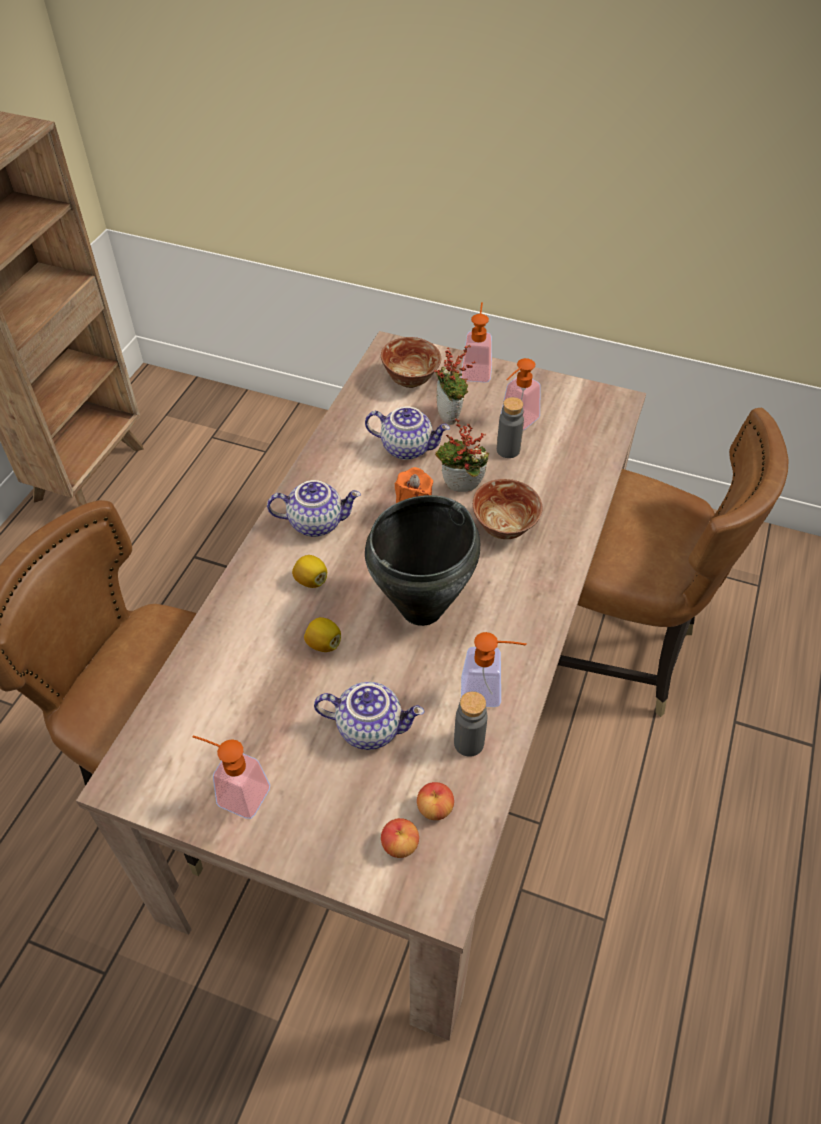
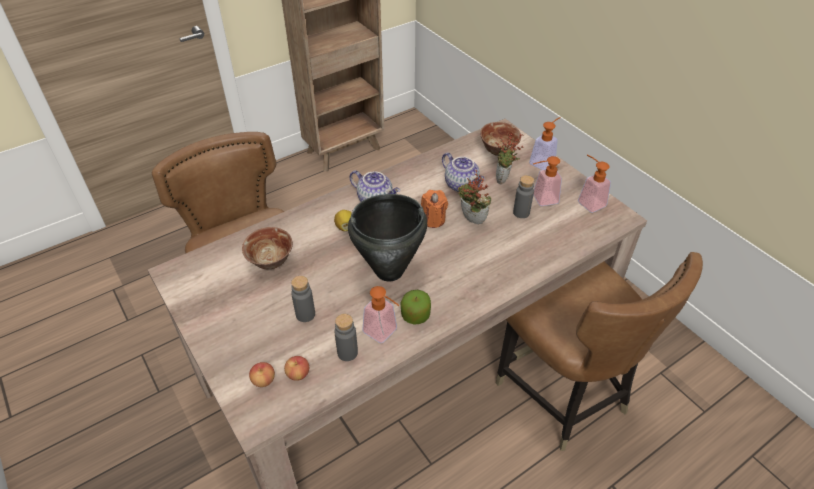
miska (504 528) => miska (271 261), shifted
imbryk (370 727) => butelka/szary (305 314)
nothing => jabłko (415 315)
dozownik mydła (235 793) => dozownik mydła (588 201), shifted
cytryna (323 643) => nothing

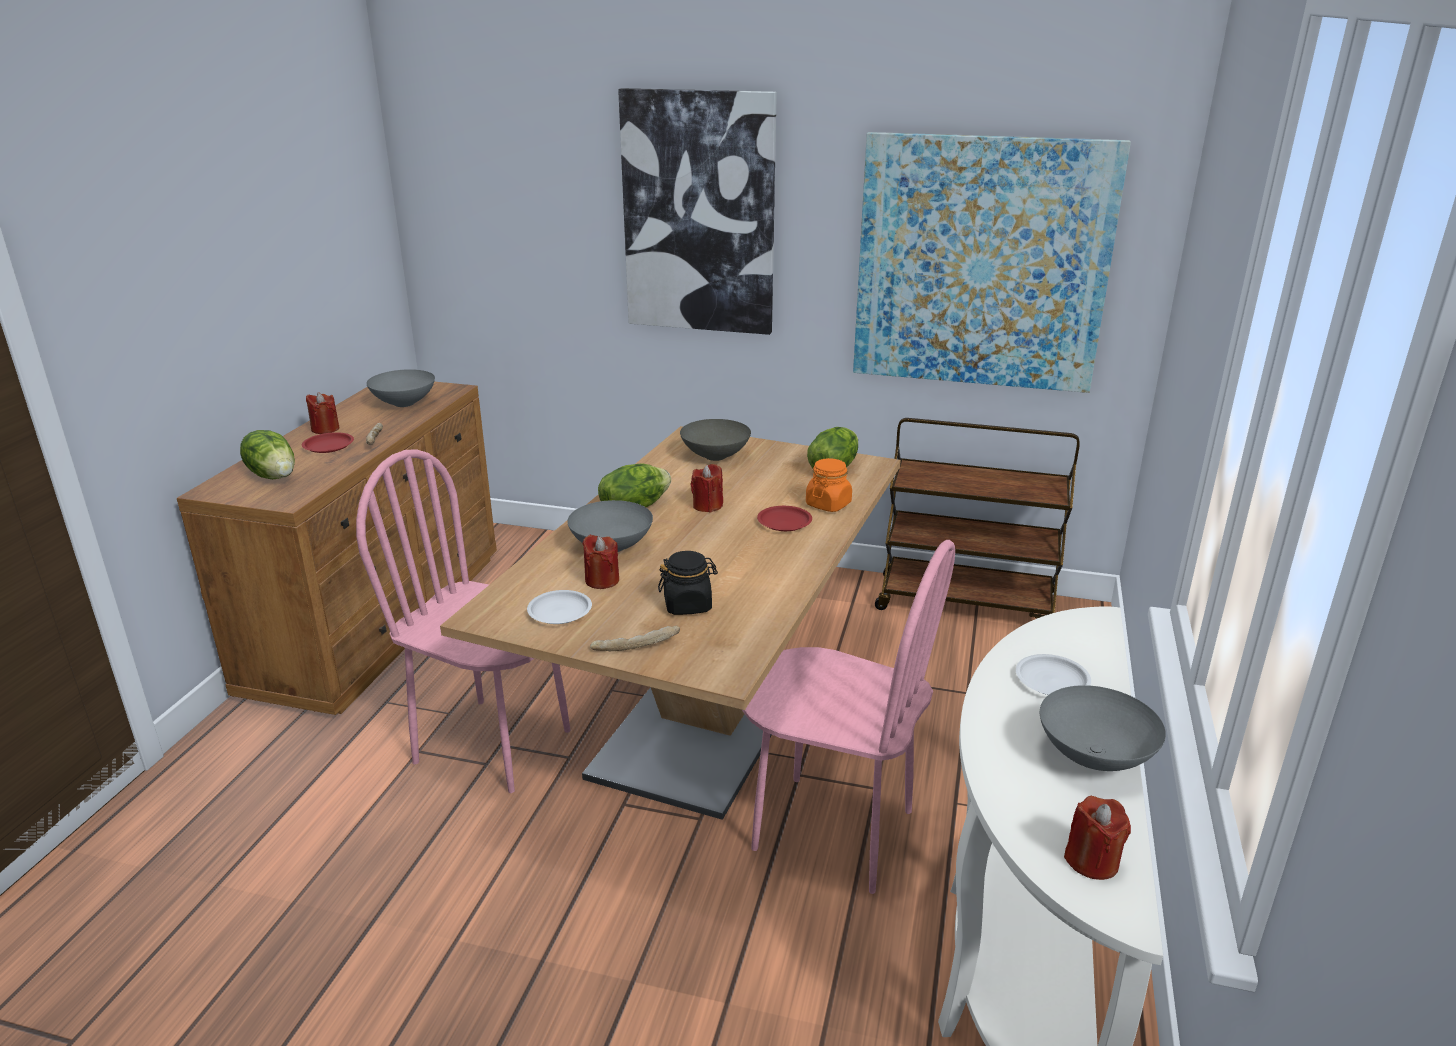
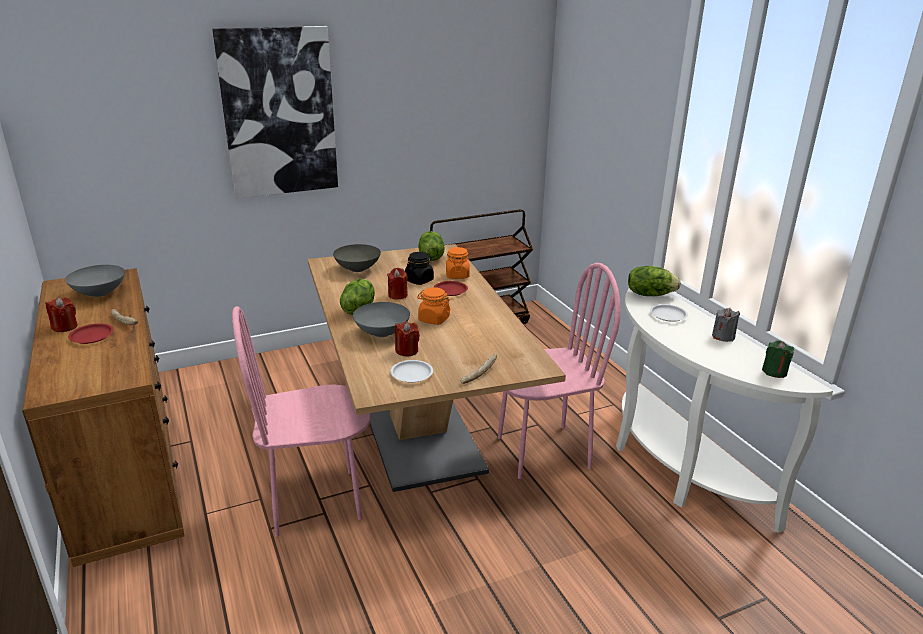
słoik/czarny (688 605) => słoik/czarny (419 280), shifted
nothing => słoik/pomarańczowy (433 319)
sałata (274 475) => sałata (650 294), shifted
miska/szary (1096 757) => świeca/szary (723 337)
świeca/czerwony (1092 861) => świeca/zielony (774 372)
obraz (981 264) => nothing

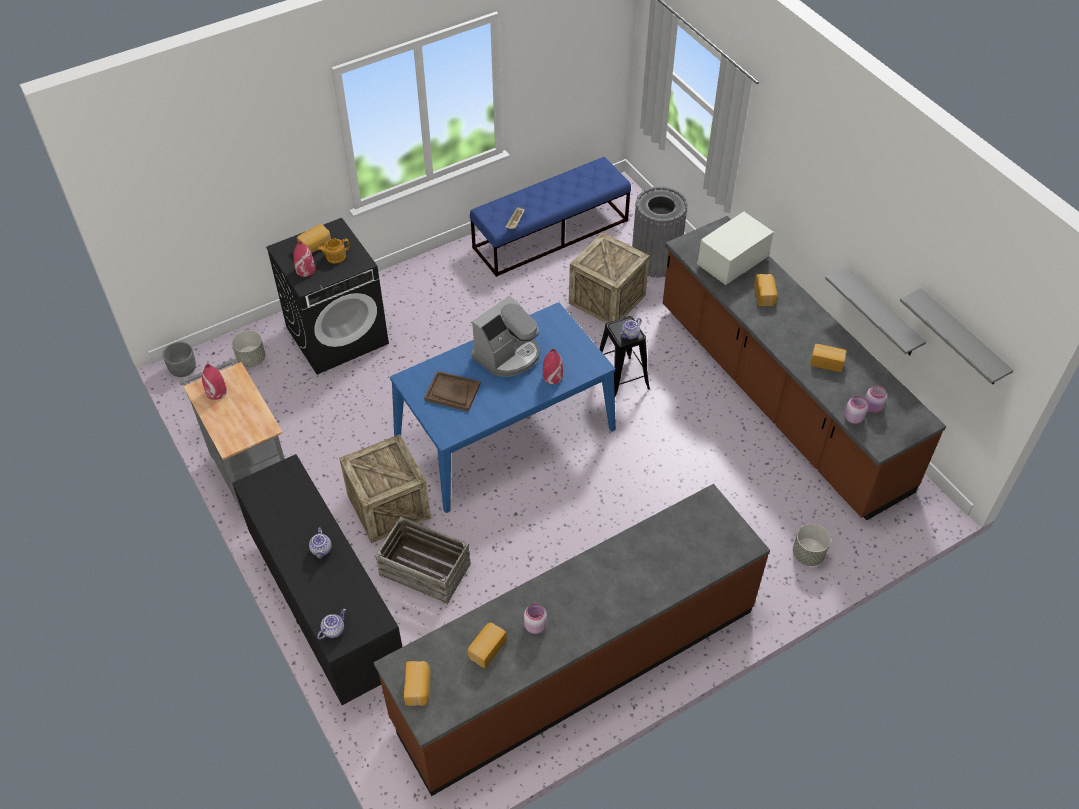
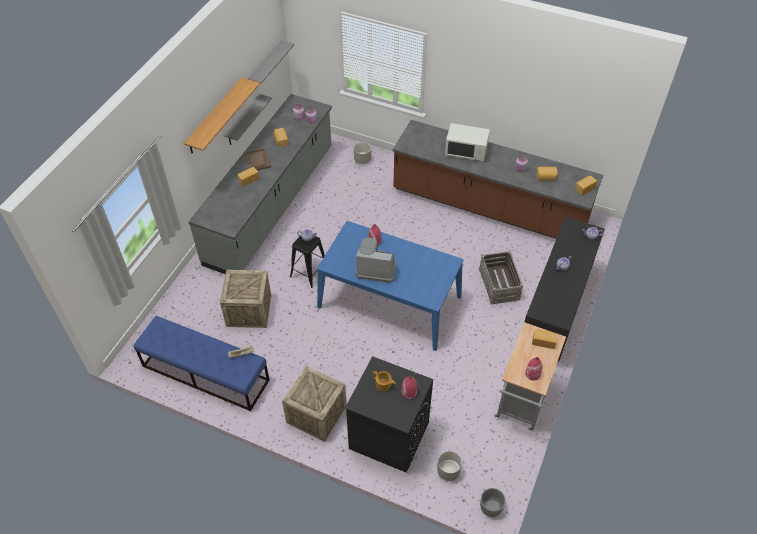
nothing => półka (215 116)
zabudowa kuchenna/brązowy (779 397) => zabudowa kuchenna/szary (271 205)
taca/brązowy (452 392) => taca/brązowy (258 160), shifted
skrzynka (388 506) => skrzynka (316 414), shifted
mikrofalówka/biały (732 263) => mikrofalówka/biały (466 151), shifted
chleb (316 245) => chleb (543 341), shifted
kosz na śmieci/szary (655 260) => nothing

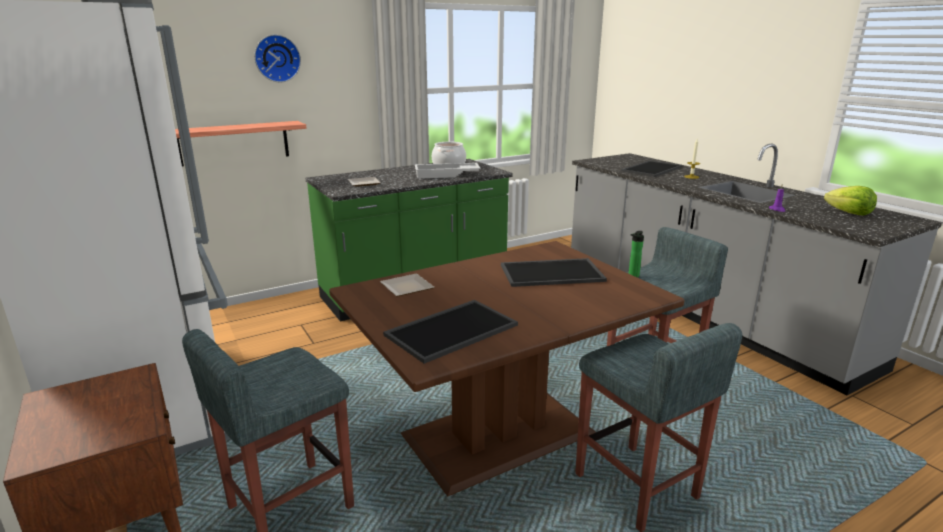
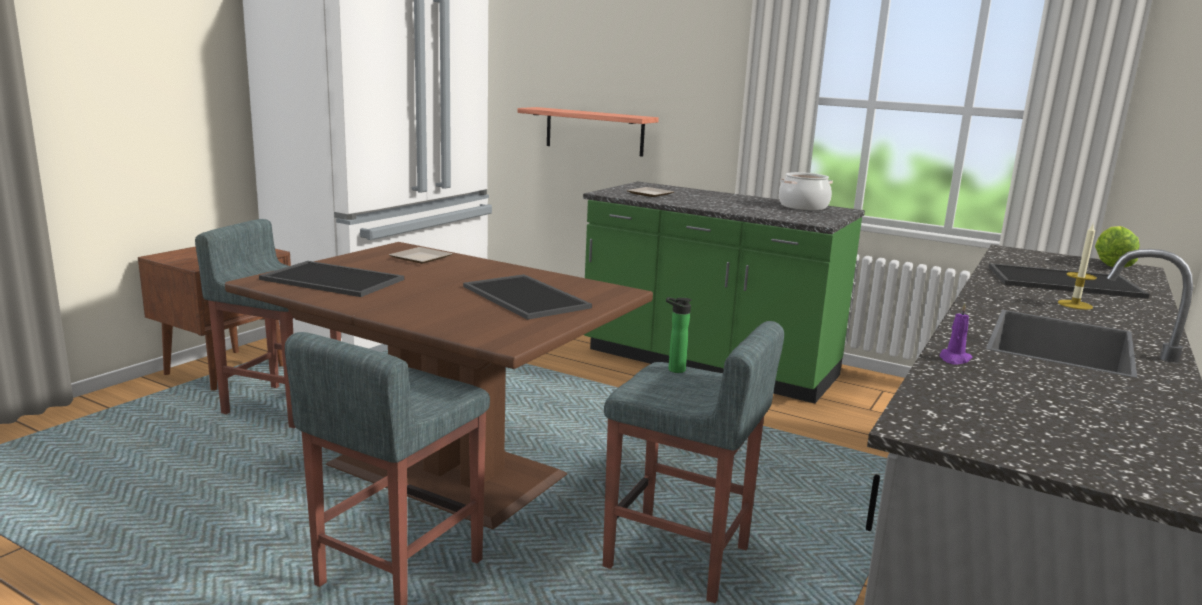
sałata (849 213) => sałata (1110 264), shifted
zegar ścienny (277 58) => nothing
taca/biały (446 175) => nothing

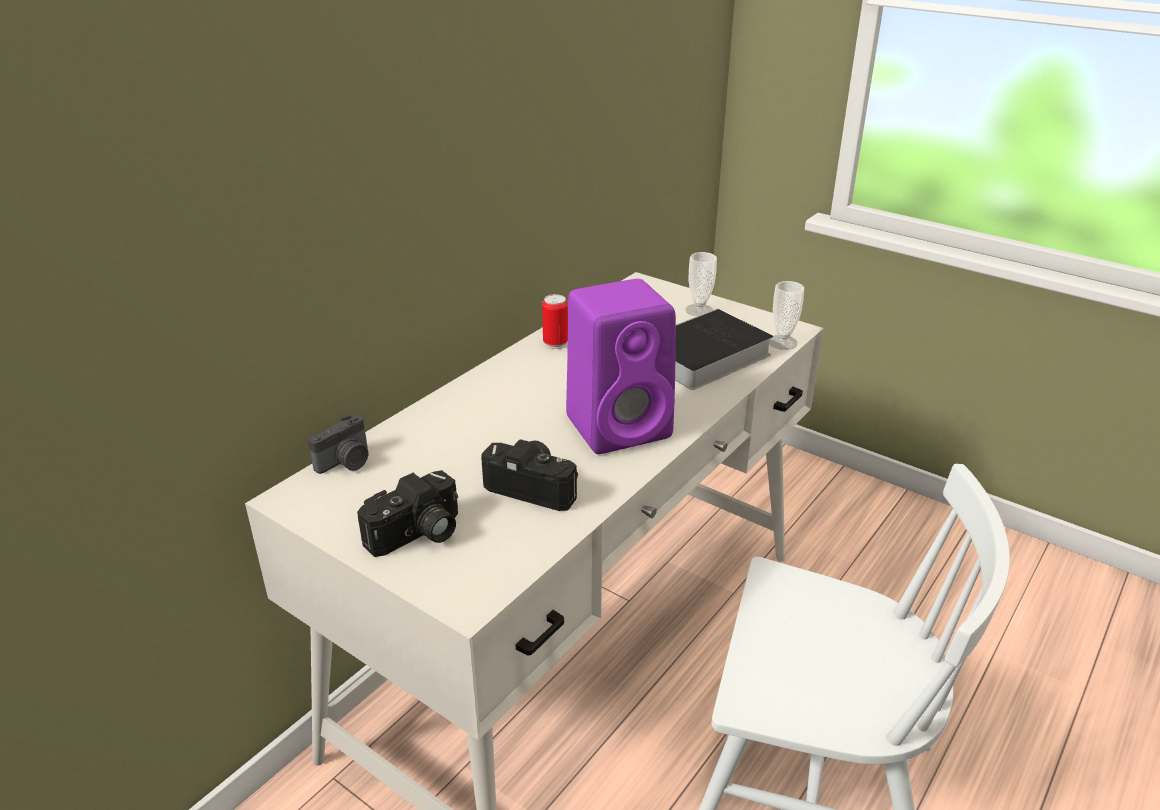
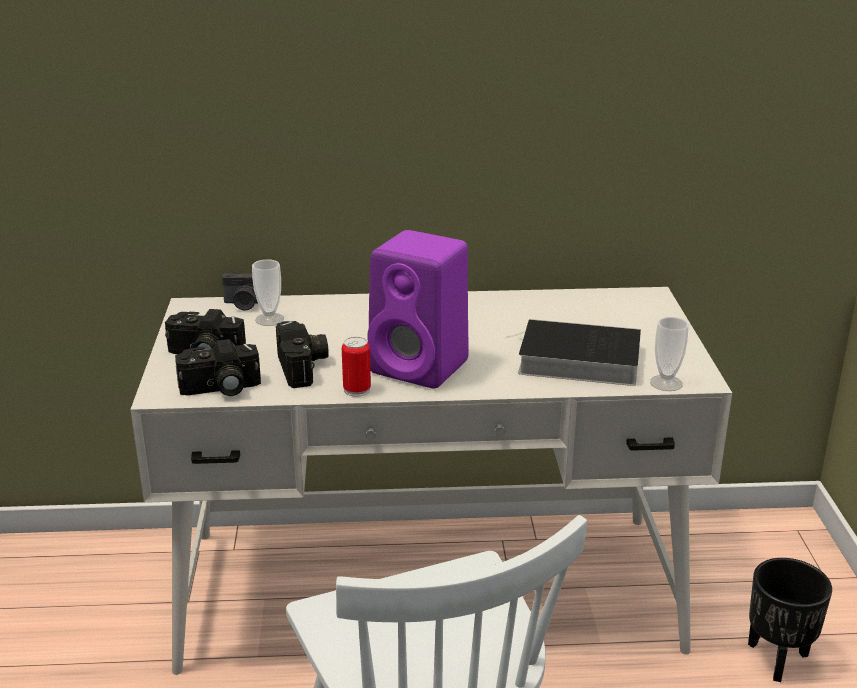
nothing => aparat fotograficzny (220 389)
filiżanka (699 310) => filiżanka (269 319), shifted
puszka (555 343) => puszka (357 390), shifted
nothing => donica/czarny (779 659)

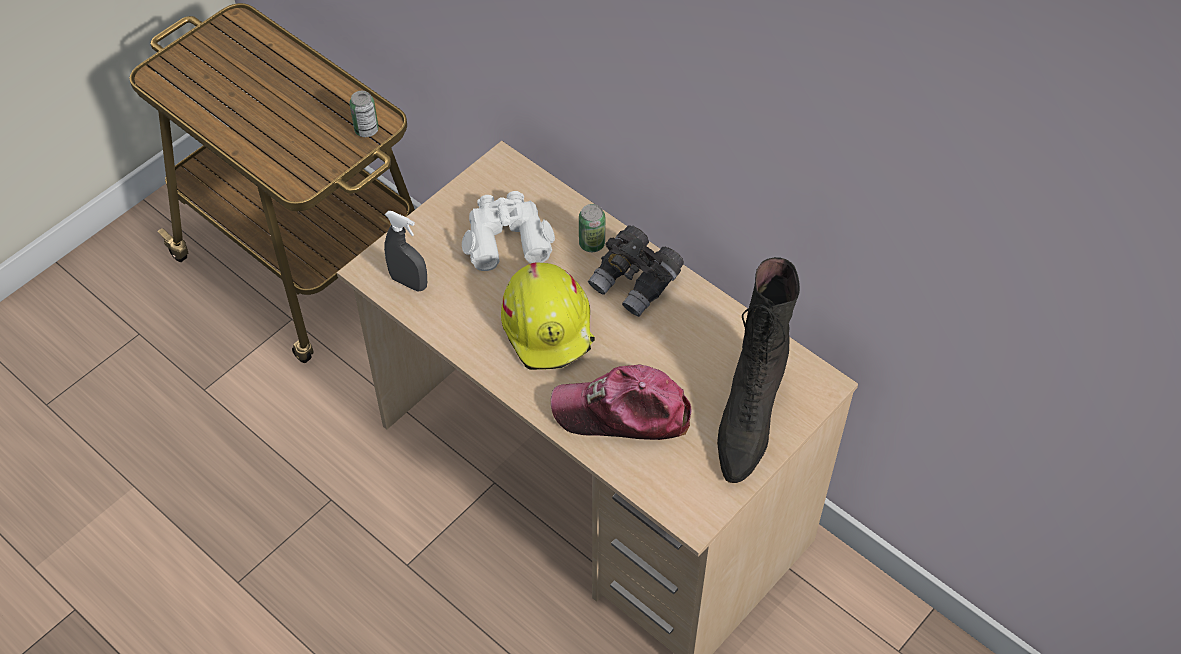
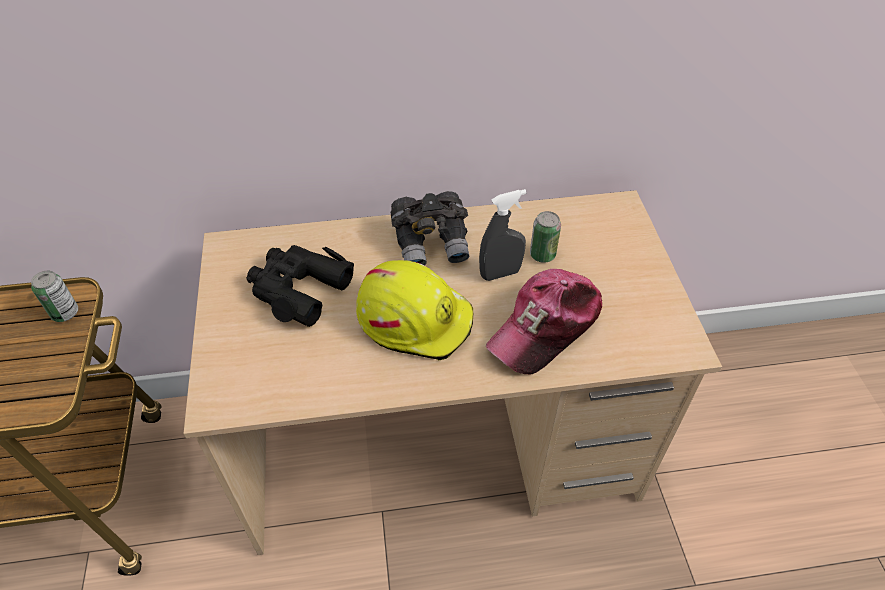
lornetka/biały (506 237) => lornetka/czarny (298 289)
spryskiwacz/szary (409 282) => spryskiwacz/szary (500 273), shifted
puszka (592 244) => puszka (542 255), shifted
but z cholewką/czarny (748 417) => nothing

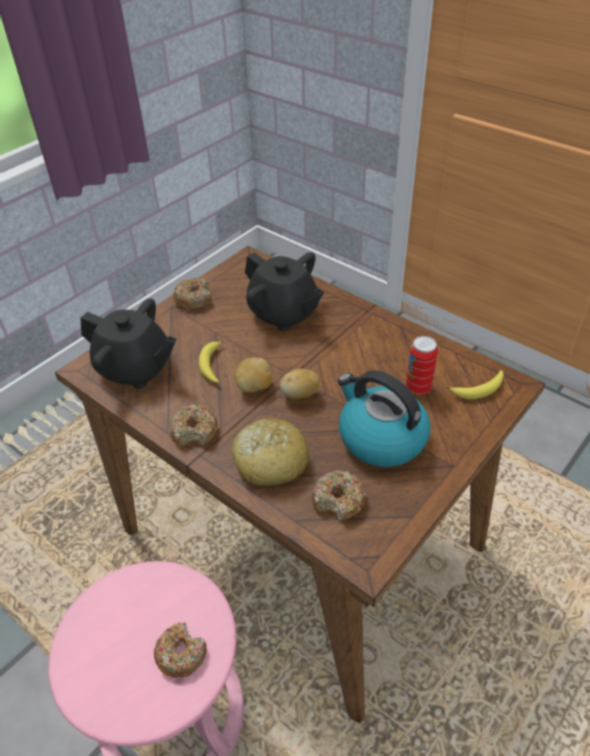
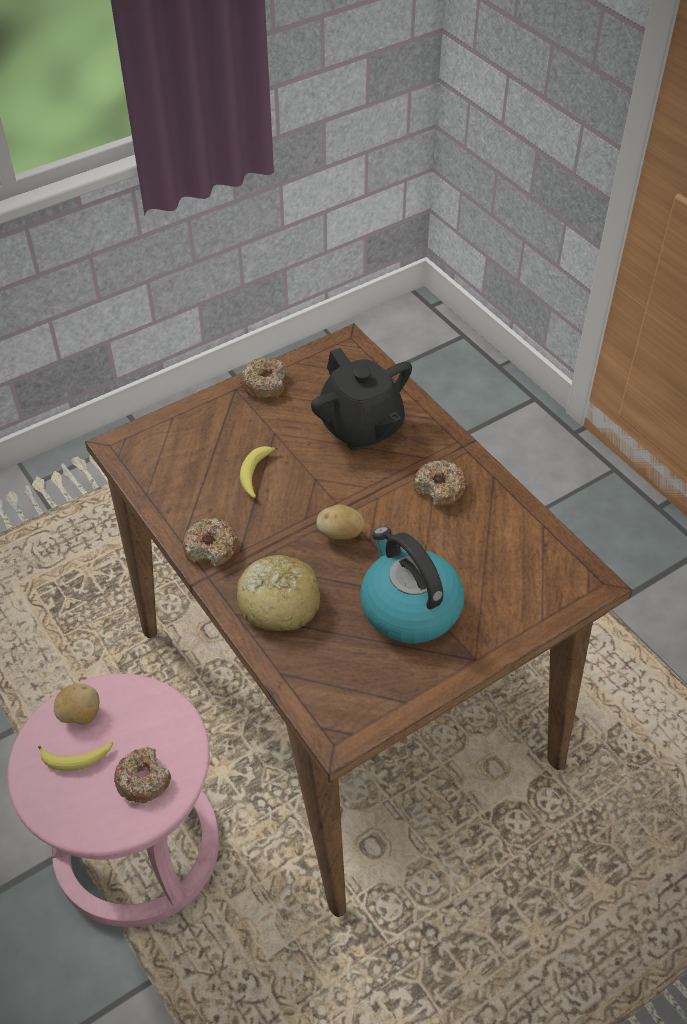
banan (479 389) => banan (76 758), shifted
ziemniak (254 387) => ziemniak (80 715), shifted
donut (338 500) => donut (439 489), shifted
imbryk/czarny (135 369) => nothing
puszka (418 387) => nothing

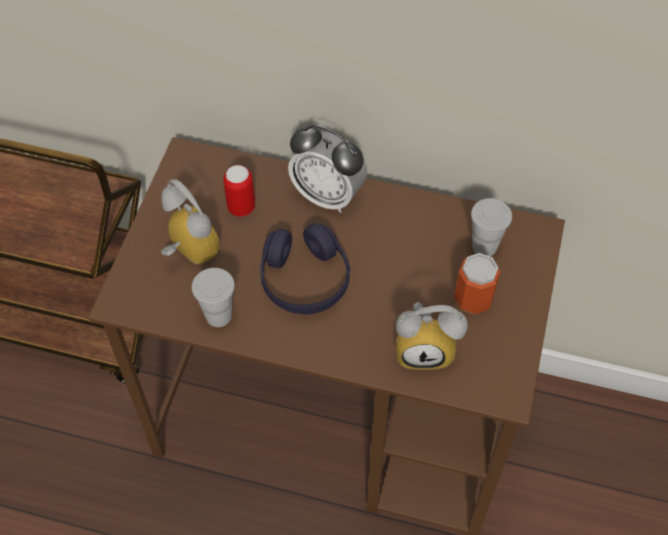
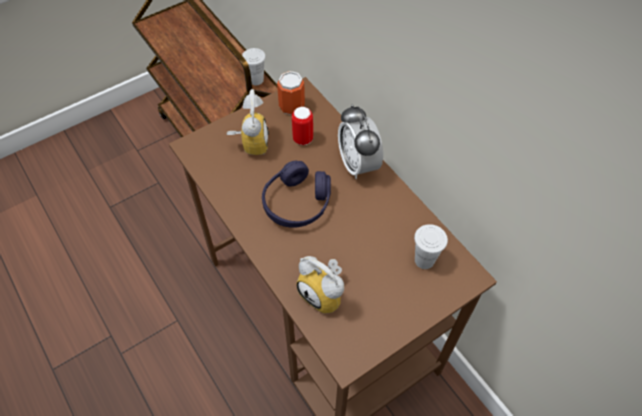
filiżanka/biały (218 316) => filiżanka/biały (256 80), shifted
puszka (473 299) => puszka (291 106), shifted

